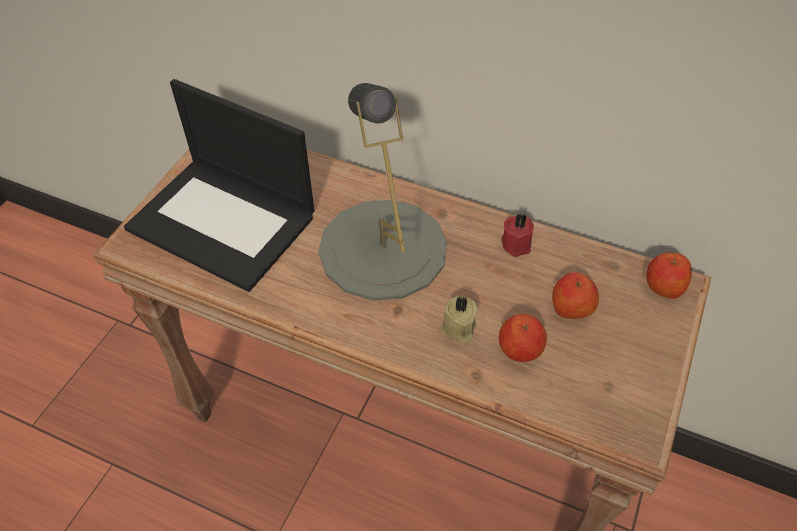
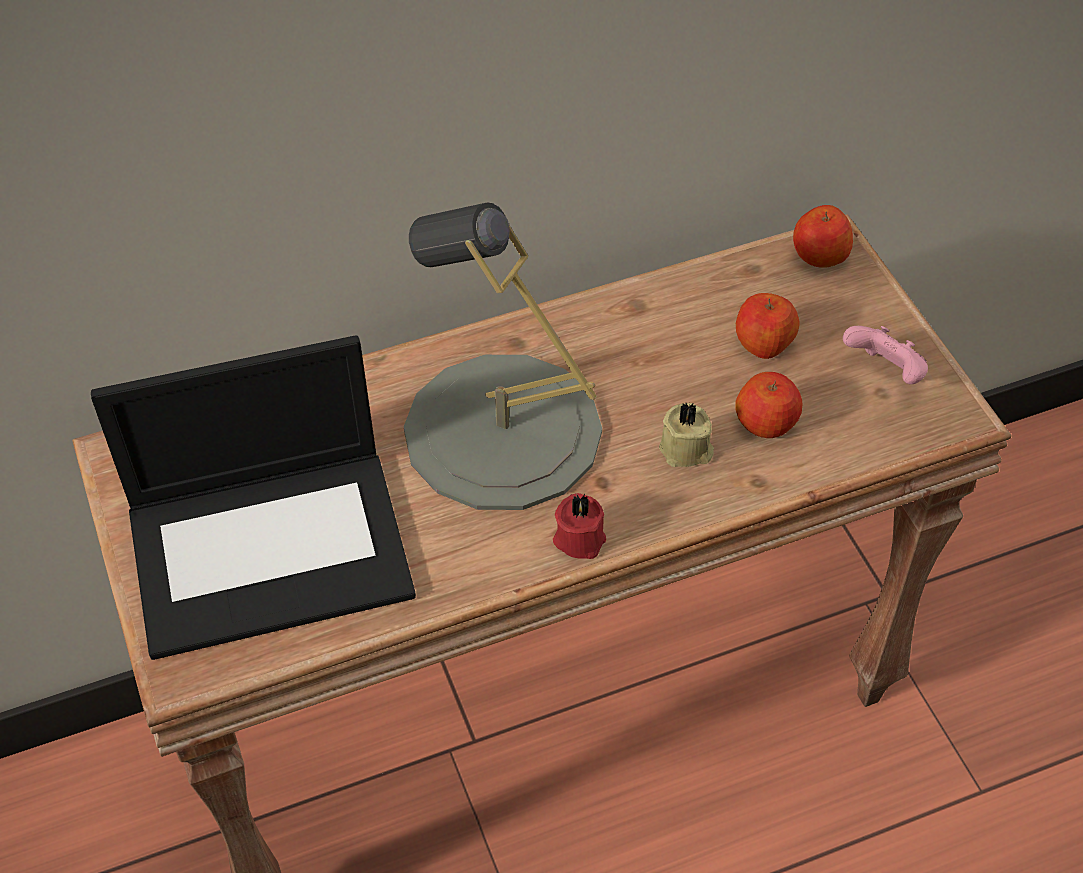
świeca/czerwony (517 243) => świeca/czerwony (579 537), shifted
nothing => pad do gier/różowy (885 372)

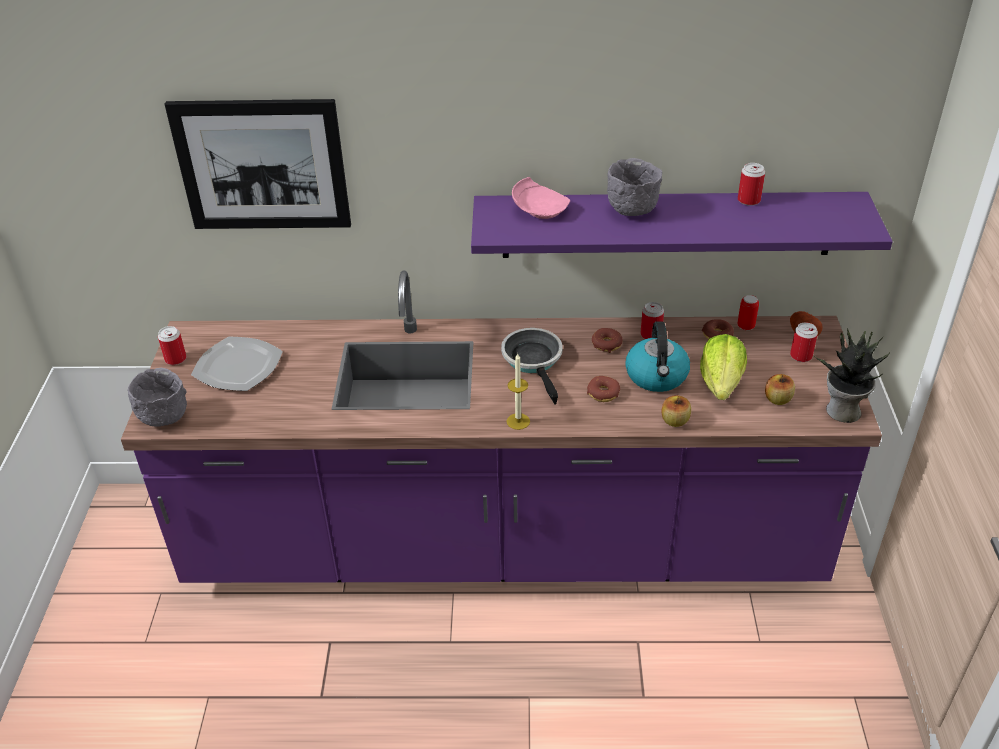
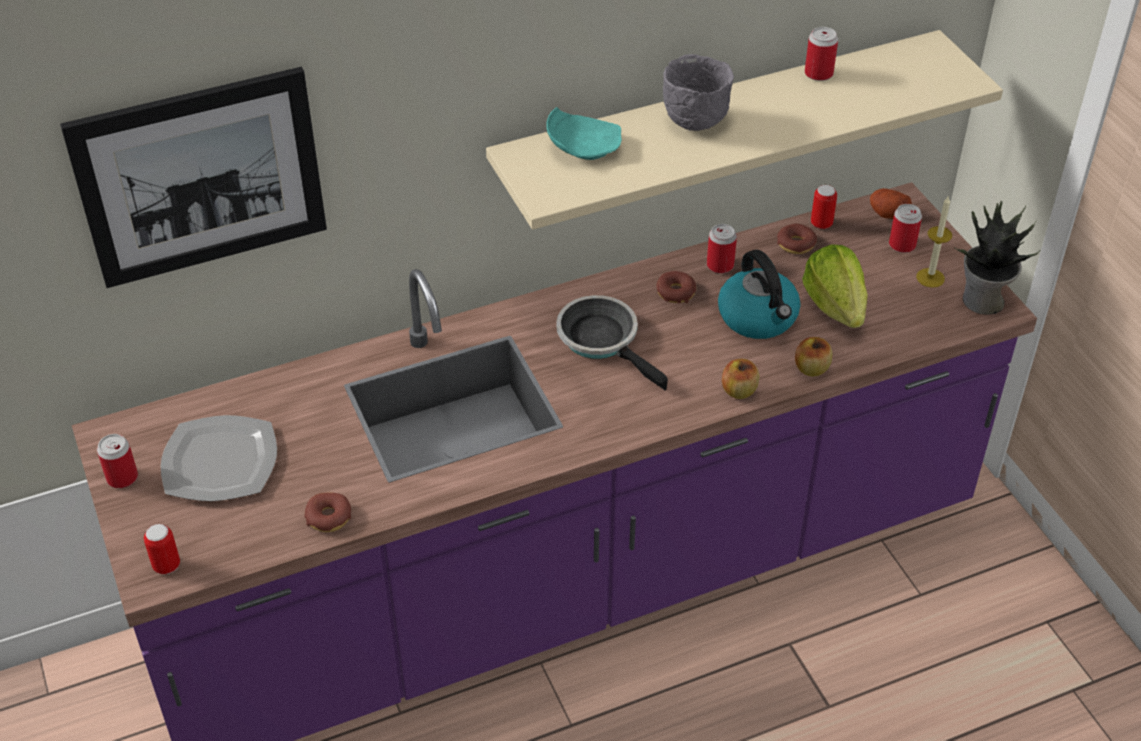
miska/szary (164 418) => puszka (166 565)
donut (603 393) => donut (329 517), shifted
półka/fioletowy (667 224) => półka/beżowy (719 124)
talerz/różowy (539 209) => talerz/turkusowy (582 147)
jabłko (777 399) => jabłko (739 391), shifted
świeca (518 421) => świeca (930 278), shifted

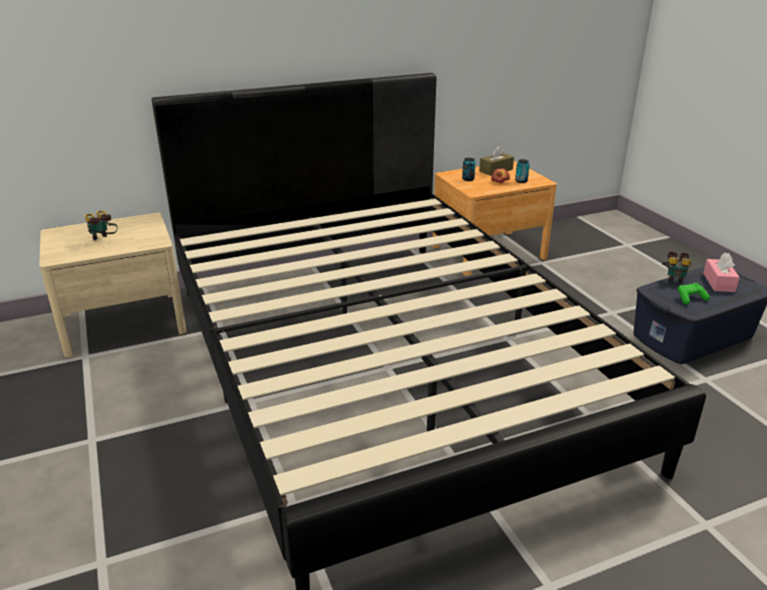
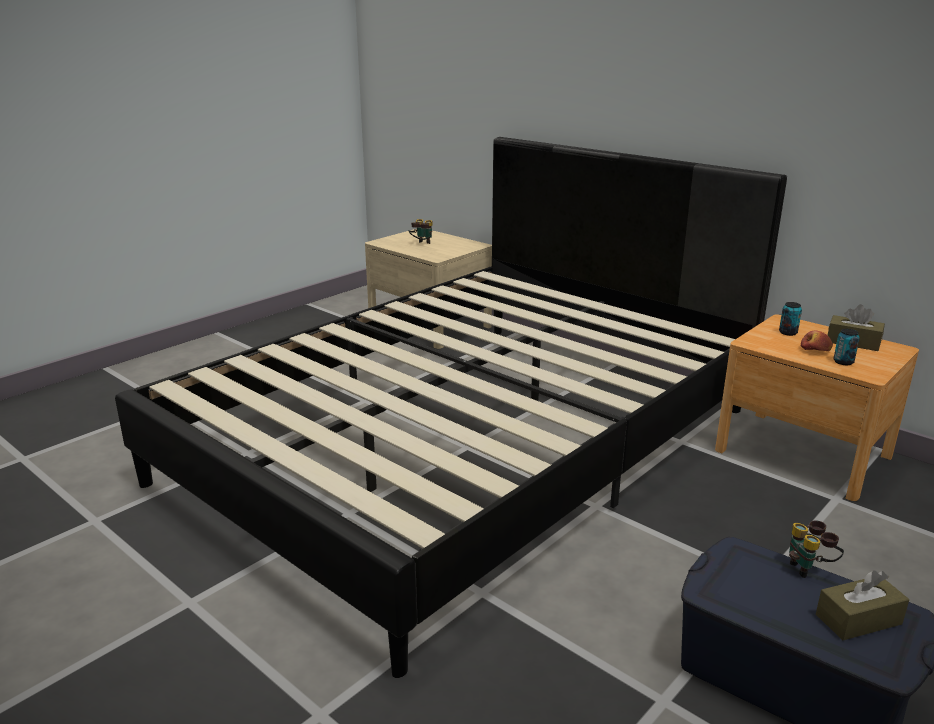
pudełko chusteczek/różowy (718 282) => pudełko chusteczek/brązowy (858 619)
pad do gier/zielony (690 299) => nothing

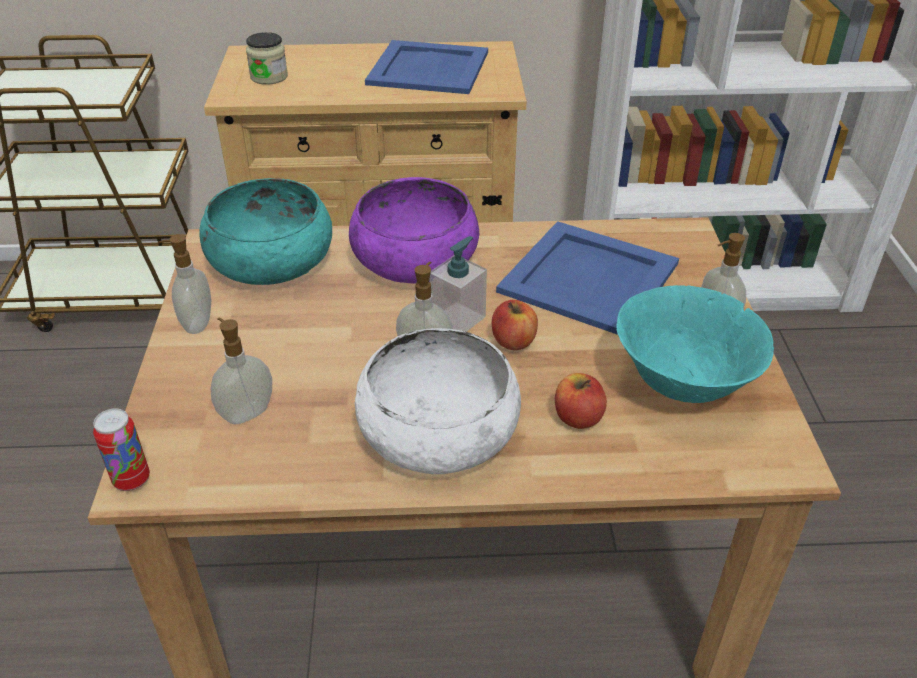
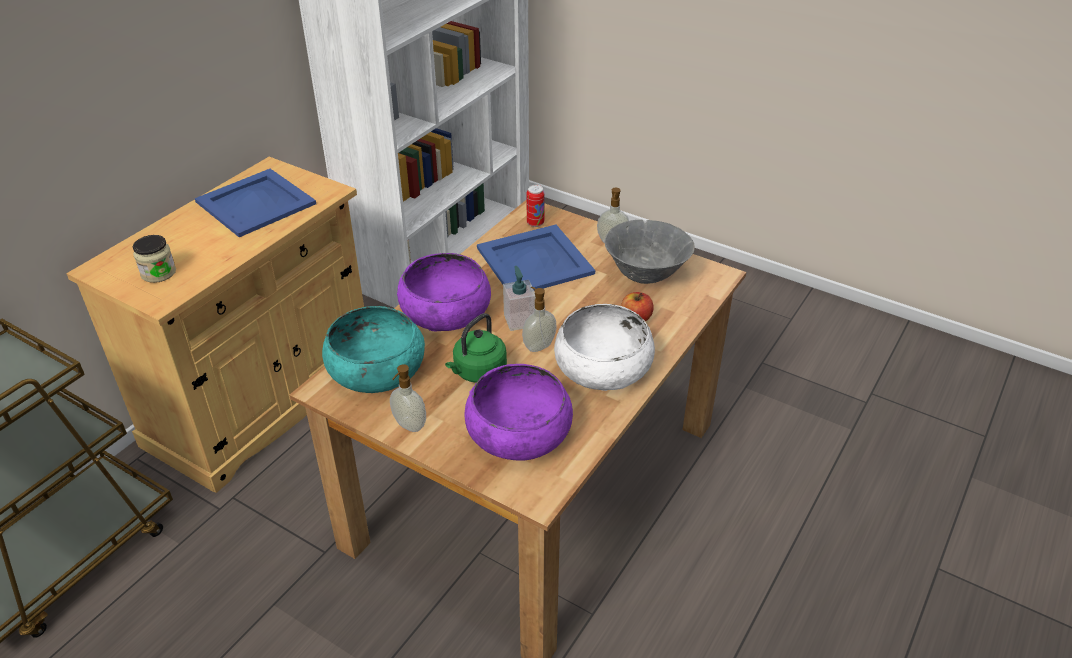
nothing => czajnik/zielony (478 372)
dozownik mydła (246 412) => miska/fioletowy (518 432)
puszka (132 480) => puszka (535 223), shifted
miska/turkusowy (682 385) => miska/szary (645 276)
jabłko (513 341) => nothing

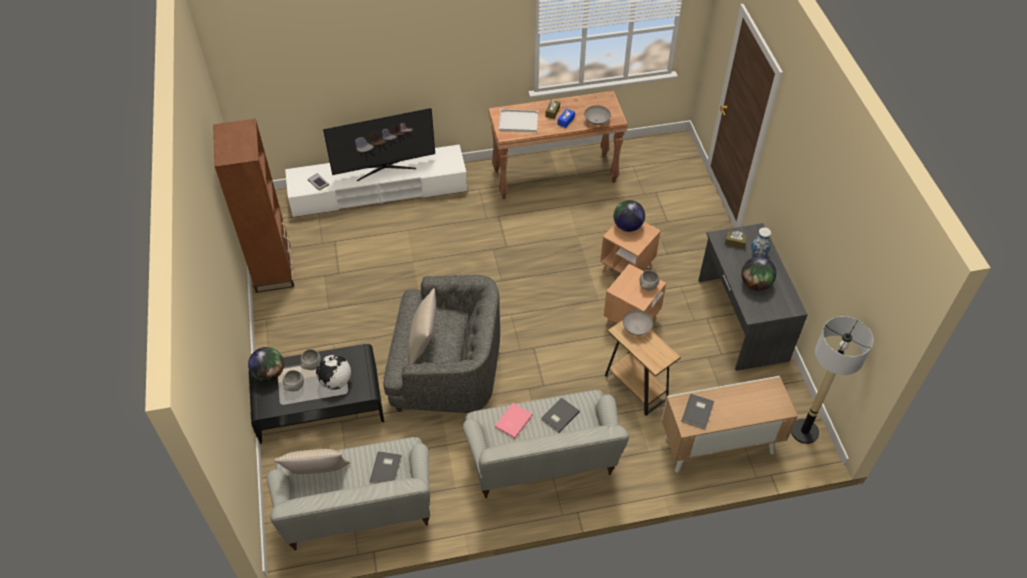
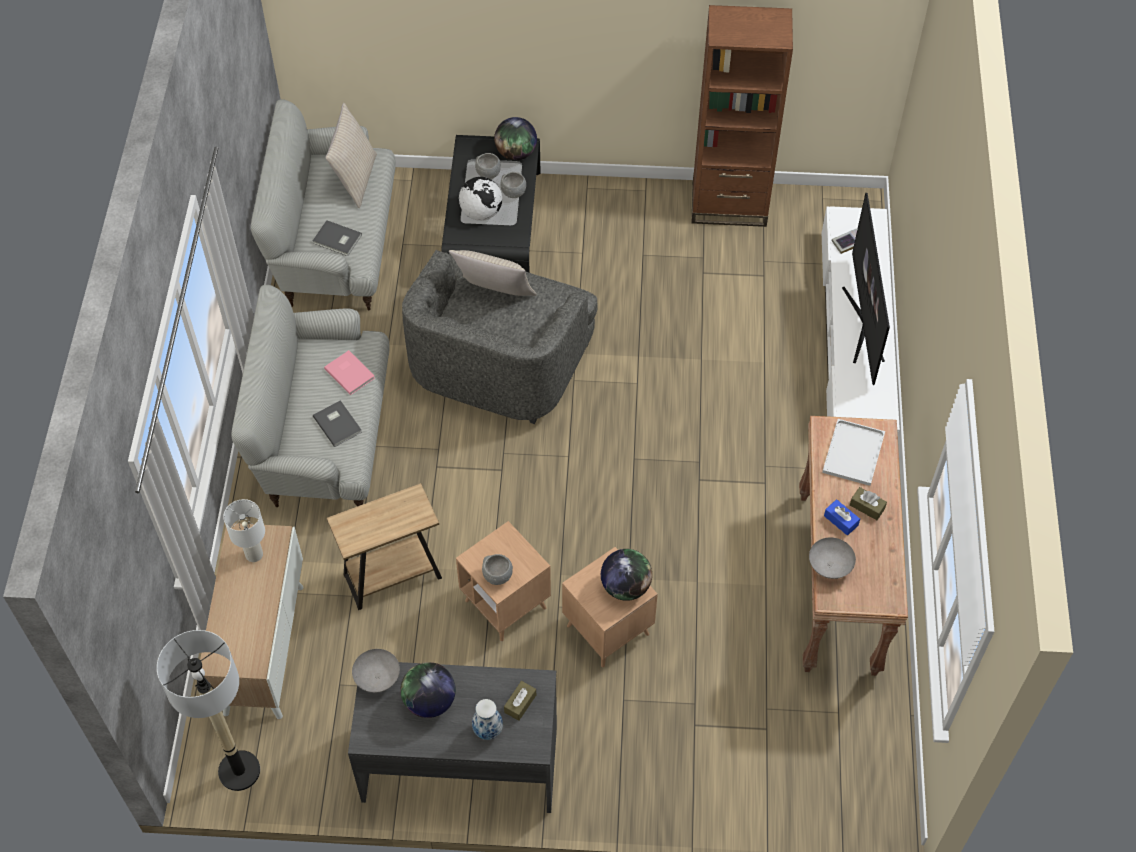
książka/szary (698 412) => lampa stołowa/biały (254 555)
miska/szary (636 329) => miska/szary (377 677), shifted

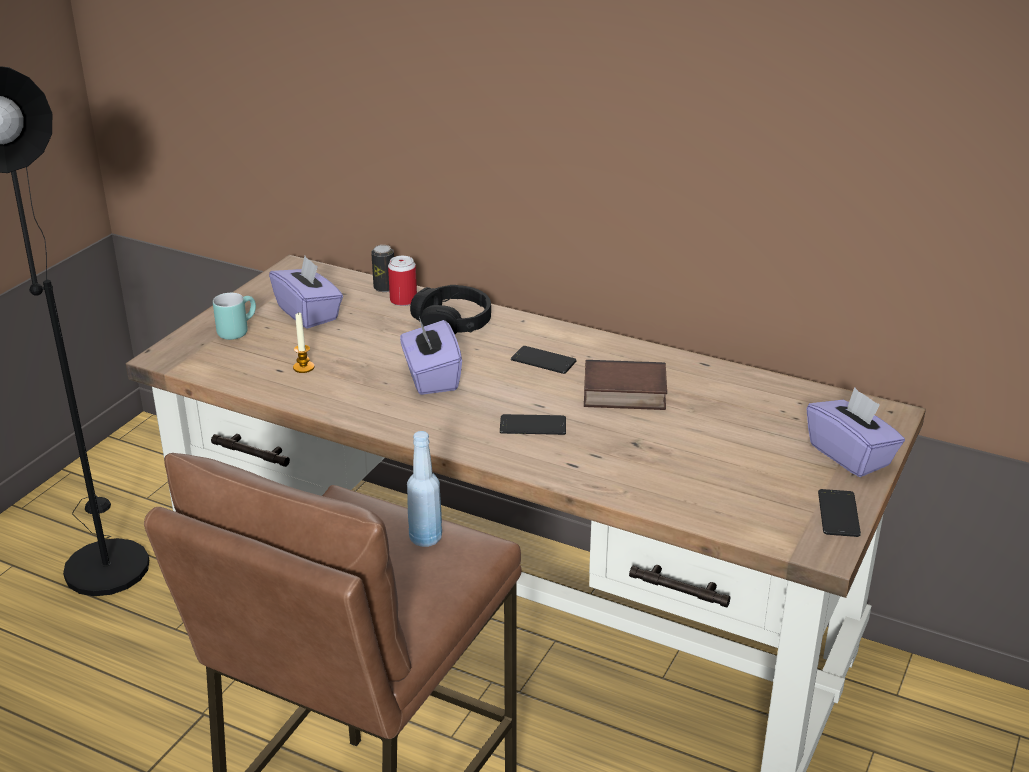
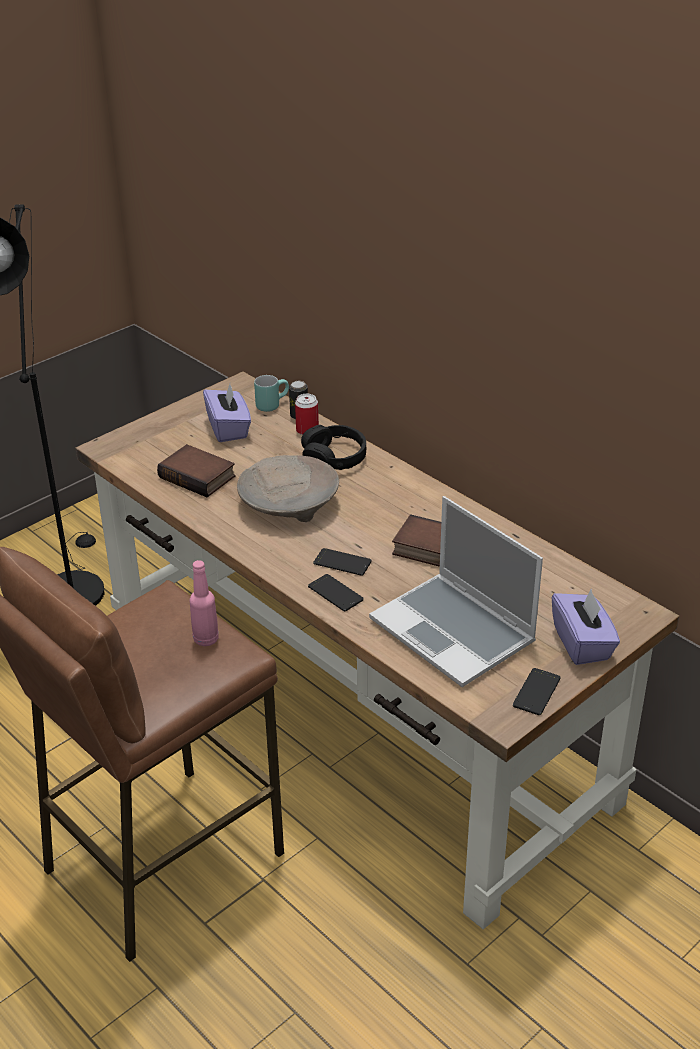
świeca (303 367) => książka (199 476)
butelka/niebieski (425 538) => butelka/różowy (206 639)
pudełko chusteczek/fioletowy (431 377) => miska/beżowy (289 504)
kubek/turkusowy (236 330) => kubek/turkusowy (271 404), shifted
telefon (543 361) => telefon (335 593), shifted
nothing => laptop (455 632)

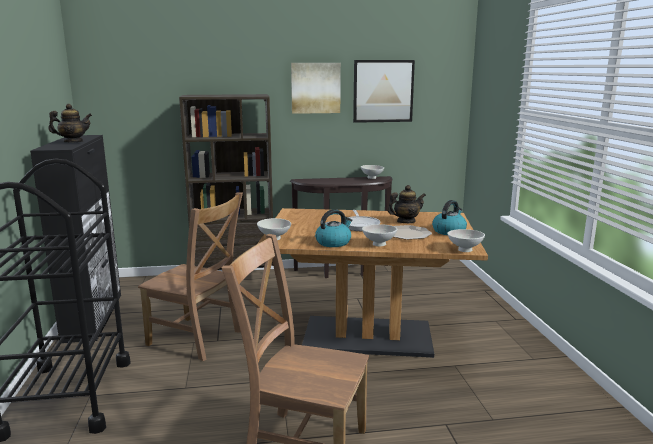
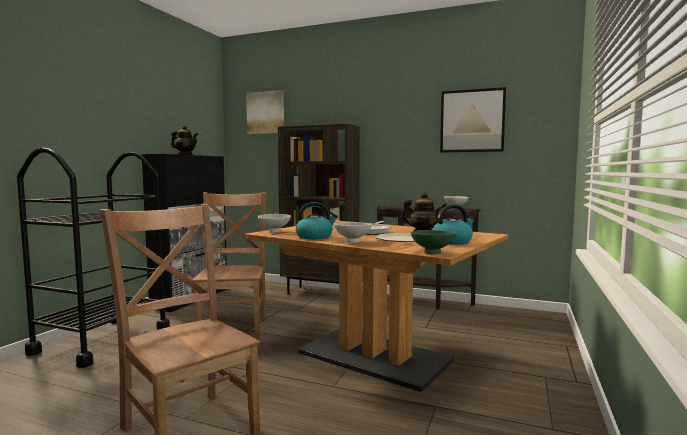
krzesło/brązowy (198 339) => krzesło/brązowy (234 326), 150 degrees counterclockwise
obraz (315 88) => obraz (266 113), shifted
miska/biały (464 250) => miska/zielony (431 253)

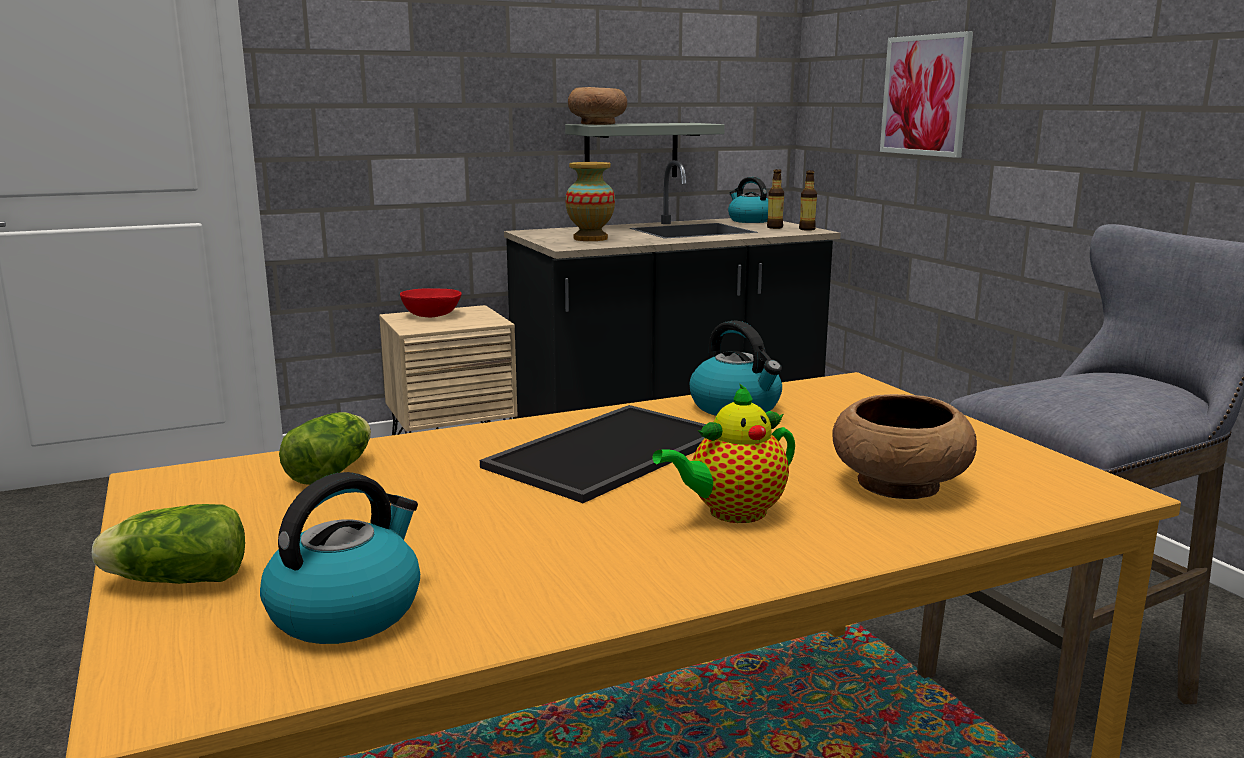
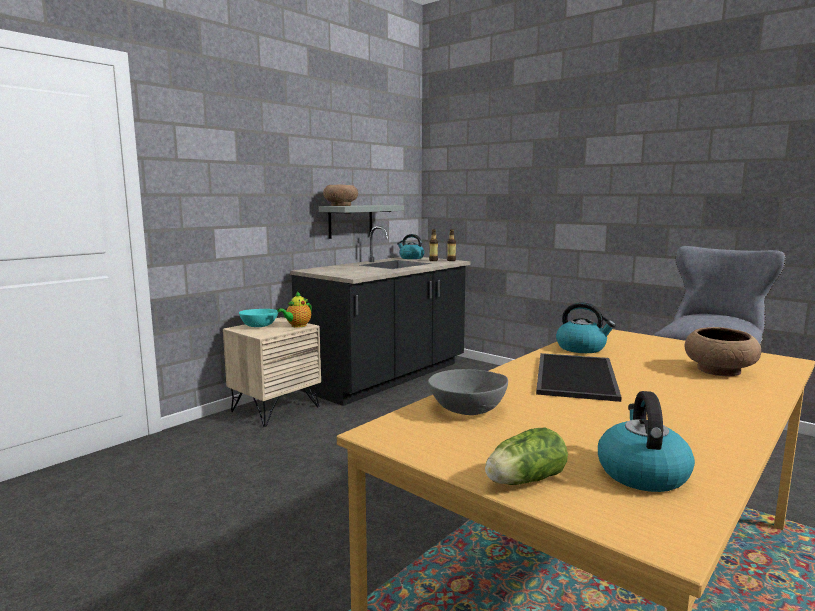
miska/czerwony (431 315) => miska/turkusowy (259 325)
imbryk (731 513) => imbryk (297 326), shifted
sałata (334 470) => miska/szary (467 409)
wazon (590 239) => nothing
obraz (925 95) => nothing

